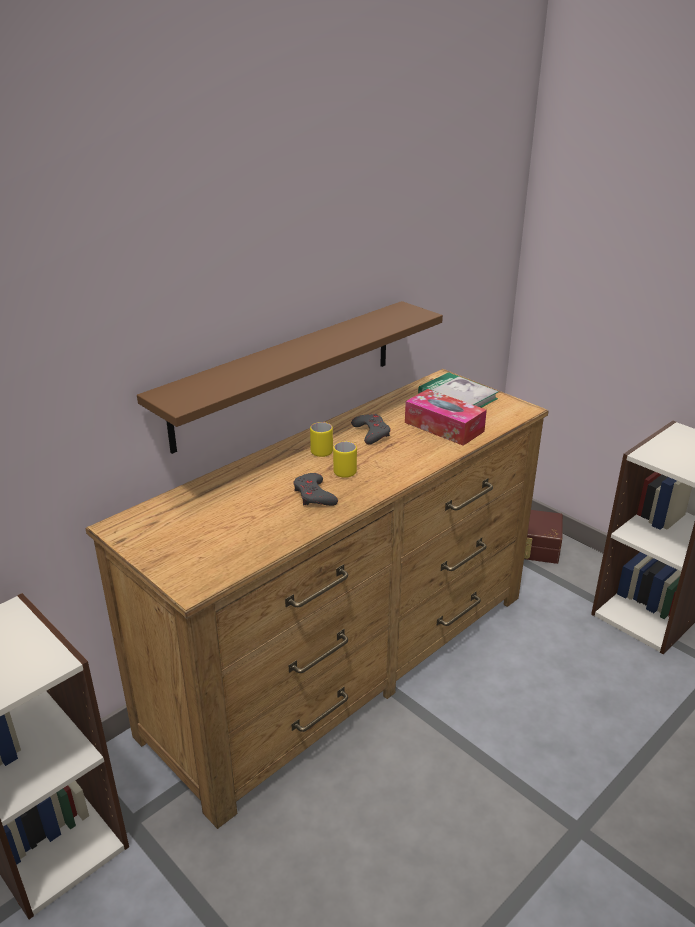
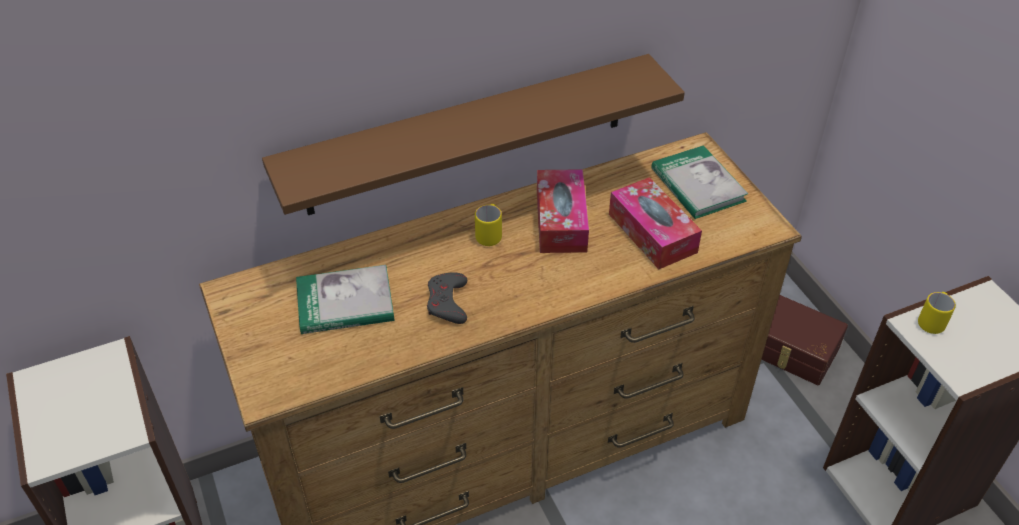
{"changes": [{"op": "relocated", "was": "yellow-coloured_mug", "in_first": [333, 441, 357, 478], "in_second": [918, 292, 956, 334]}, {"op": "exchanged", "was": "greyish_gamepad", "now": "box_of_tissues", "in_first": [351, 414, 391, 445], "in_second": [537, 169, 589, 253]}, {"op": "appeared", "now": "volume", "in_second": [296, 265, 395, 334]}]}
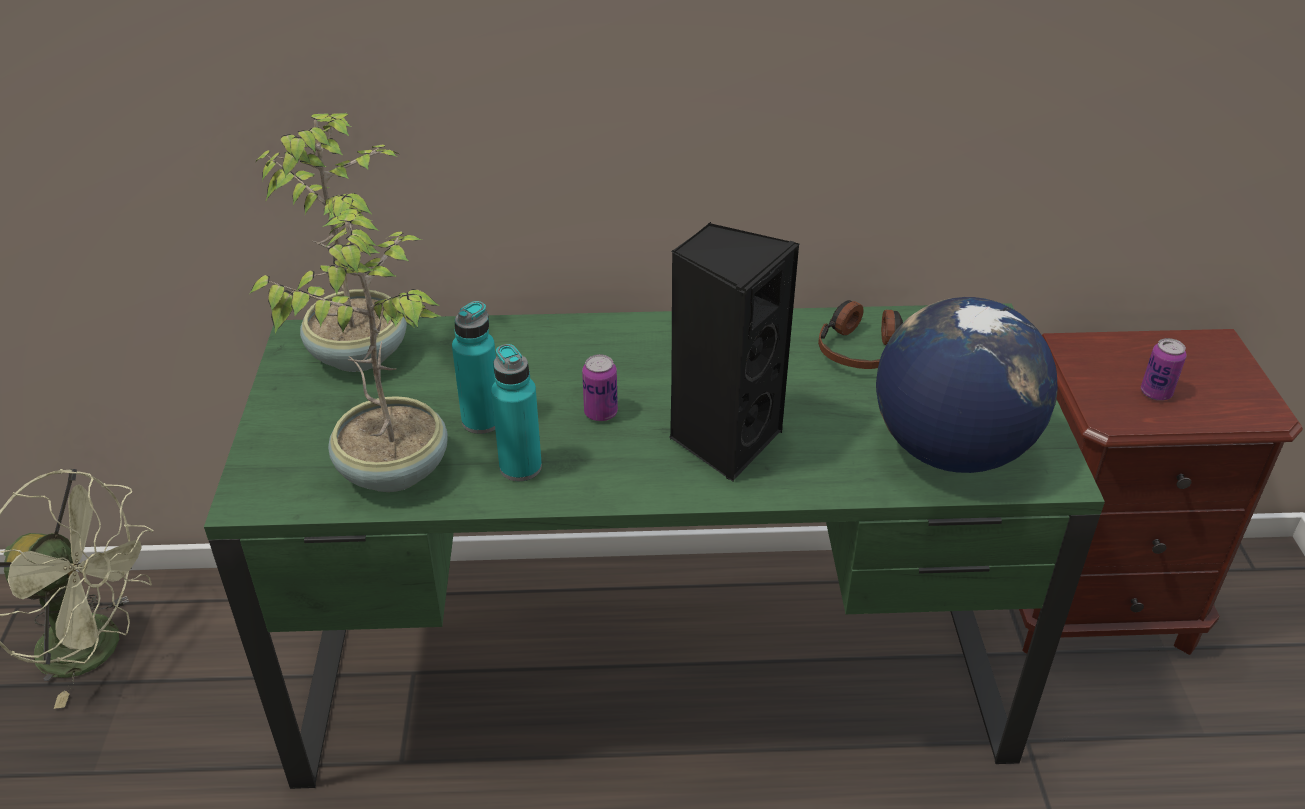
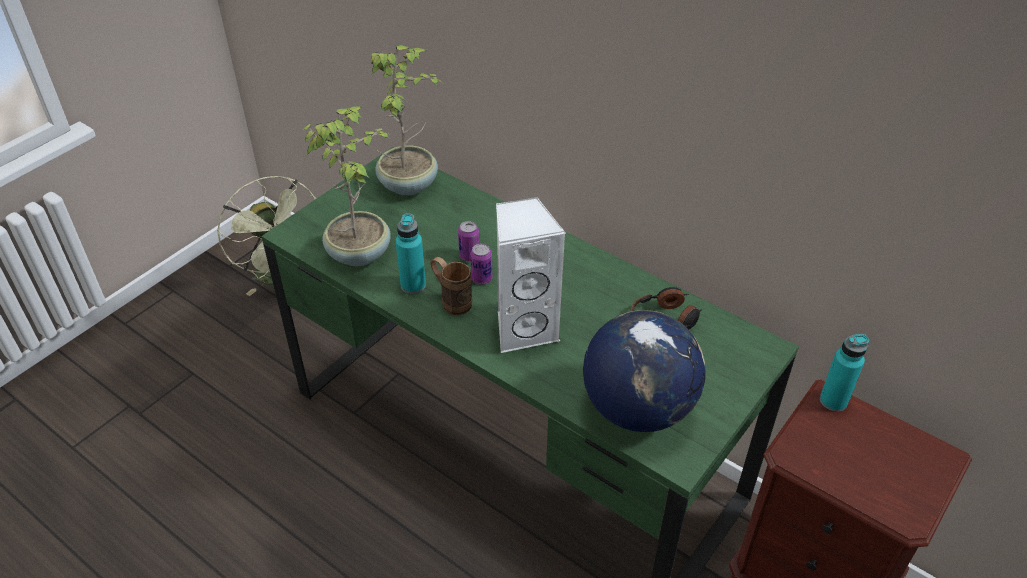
{"changes": [{"op": "relocated", "was": "turquoise_drink_bottle", "in_first": [452, 301, 496, 434], "in_second": [820, 334, 869, 412]}, {"op": "colour", "was": "black_audio_speaker", "now": "whitish_audio_speaker", "in_first": [670, 222, 799, 482], "in_second": [496, 197, 565, 353]}, {"op": "relocated", "was": "sealed_can", "in_first": [1141, 338, 1186, 401], "in_second": [458, 221, 479, 261]}, {"op": "appeared", "now": "brownish_mug", "in_second": [431, 257, 472, 315]}]}
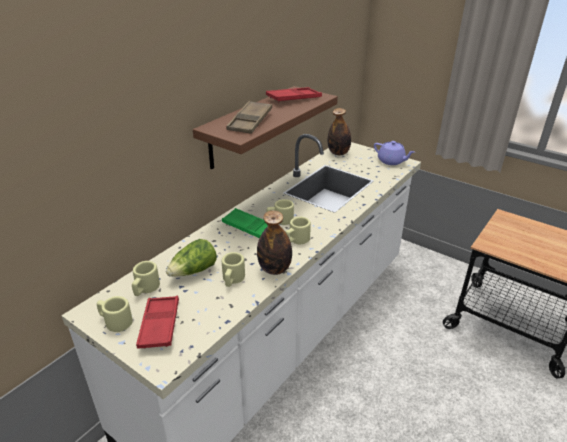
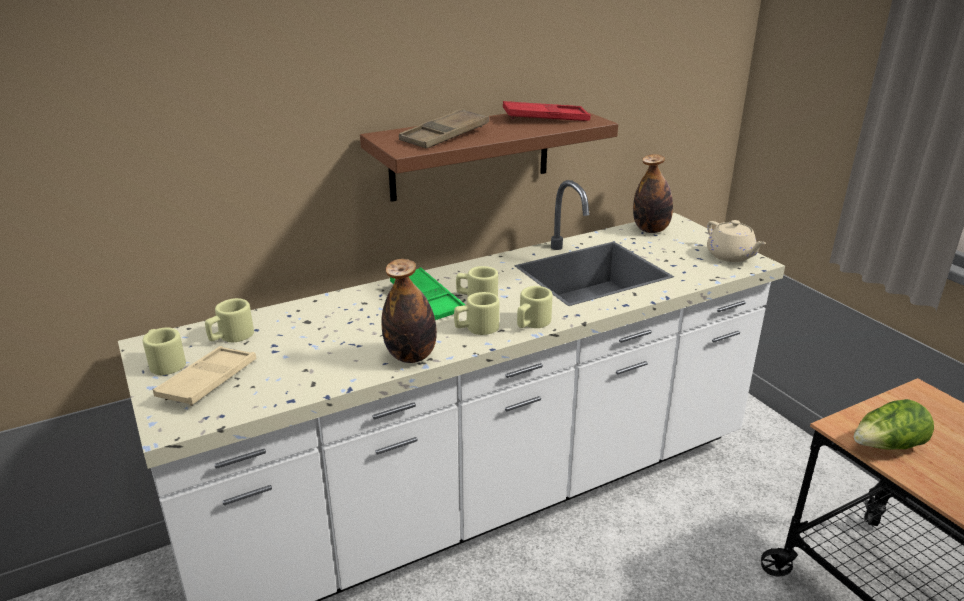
{"changes": [{"op": "colour", "was": "red_carrying_tray", "now": "beige_carrying_tray", "in_first": [136, 296, 179, 349], "in_second": [153, 346, 257, 406]}, {"op": "relocated", "was": "lettuce", "in_first": [166, 239, 217, 277], "in_second": [854, 399, 934, 450]}, {"op": "relocated", "was": "beige_mug", "in_first": [222, 252, 245, 287], "in_second": [517, 286, 552, 328]}, {"op": "colour", "was": "purple-coloured_teapot", "now": "beige_teapot", "in_first": [374, 141, 415, 165], "in_second": [707, 220, 766, 262]}]}
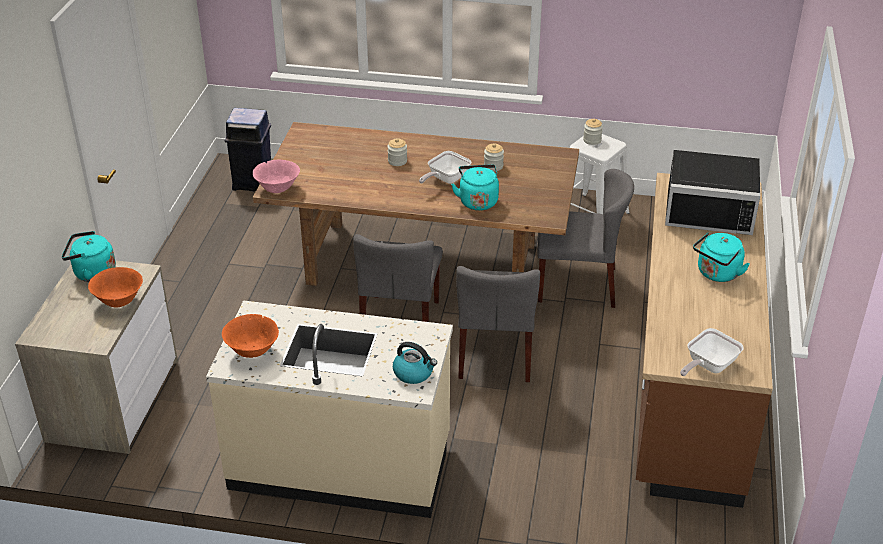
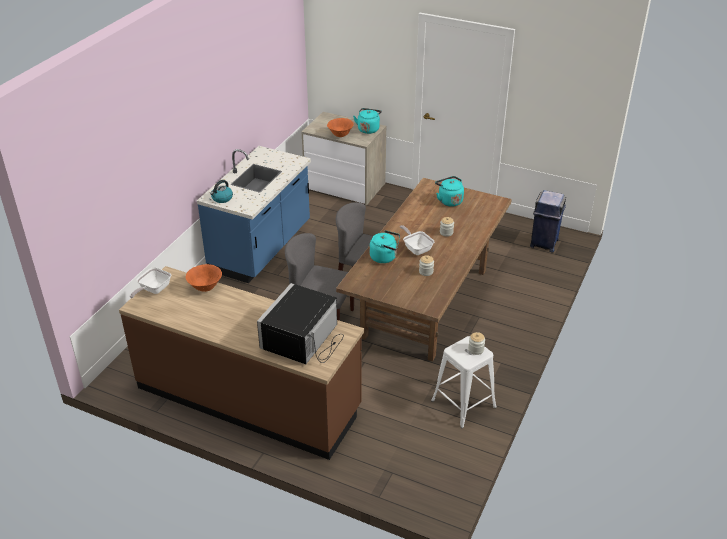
{"changes": [{"op": "colour", "was": "beige_kitchen_counter", "now": "blue_kitchen_counter", "in_first": [206, 300, 453, 518], "in_second": [197, 146, 311, 283]}, {"op": "relocated", "was": "orange_deep_dish", "in_first": [222, 314, 279, 358], "in_second": [186, 264, 222, 292]}, {"op": "missing", "was": "pink_deep_dish", "in_first": [253, 160, 300, 193]}, {"op": "missing", "was": "greyish_upright_chair", "in_first": [537, 169, 634, 308]}, {"op": "spun", "was": "pan", "in_first": [680, 328, 744, 376], "in_second": [130, 267, 171, 298], "clockwise": -120}, {"op": "relocated", "was": "turquoise_water_kettle", "in_first": [693, 232, 750, 282], "in_second": [435, 176, 464, 207]}]}
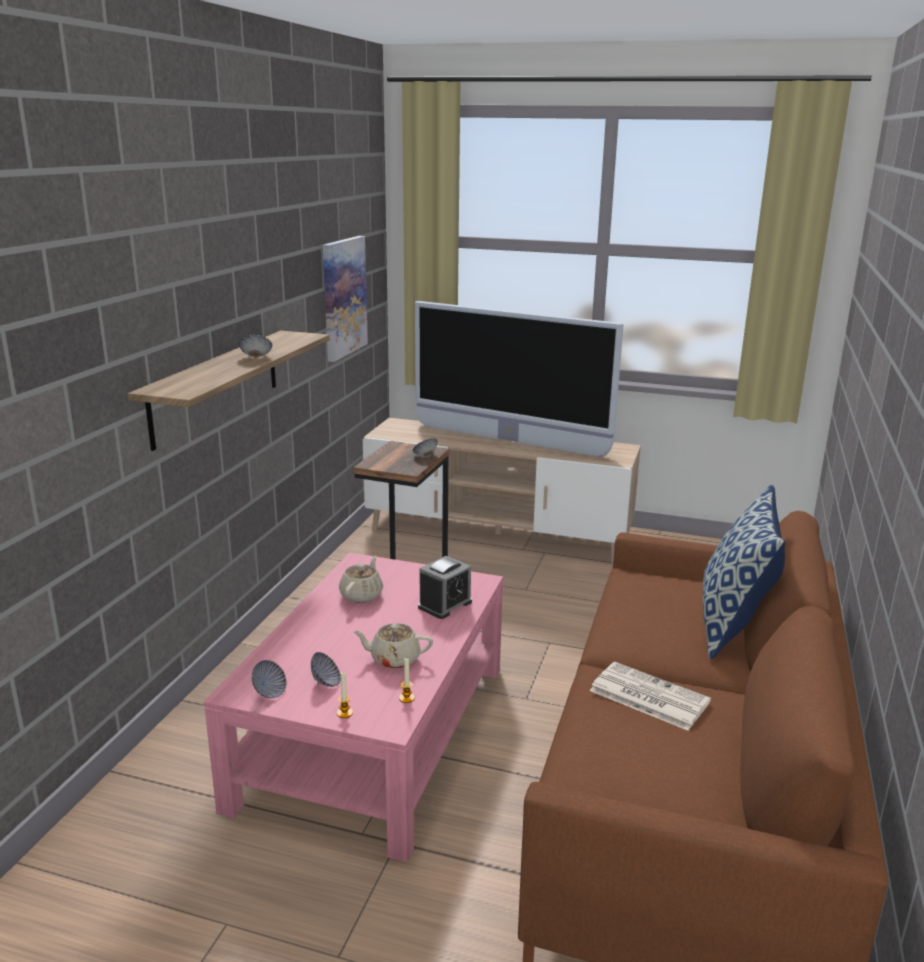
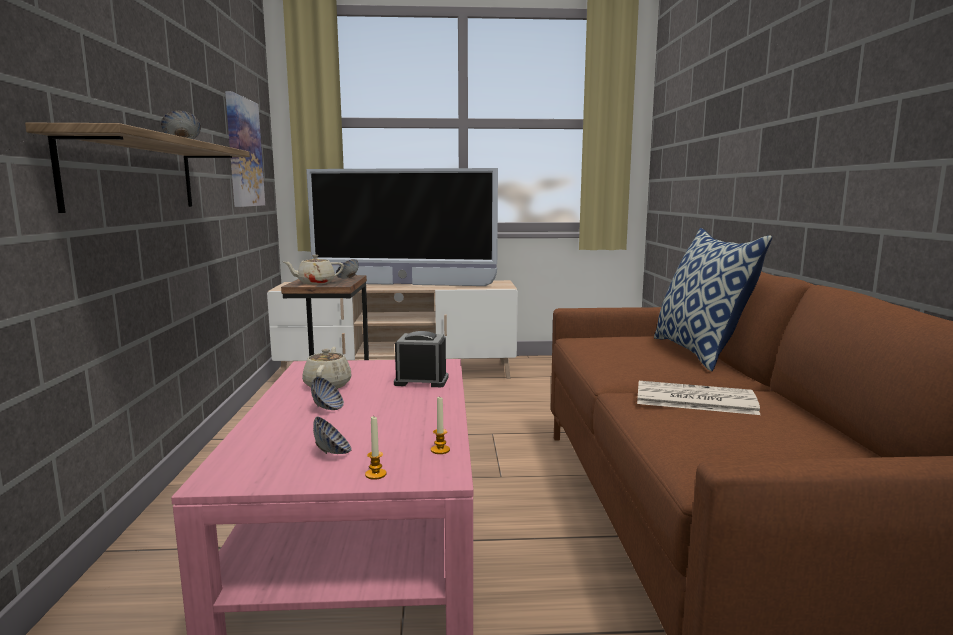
{"changes": [{"op": "relocated", "was": "deep_dish", "in_first": [252, 660, 287, 698], "in_second": [311, 377, 344, 410]}, {"op": "relocated", "was": "beige_teapot", "in_first": [352, 623, 433, 669], "in_second": [284, 255, 344, 285]}, {"op": "spun", "was": "bedside_clock", "in_first": [418, 556, 472, 619], "in_second": [394, 331, 448, 387], "clockwise": -105}]}
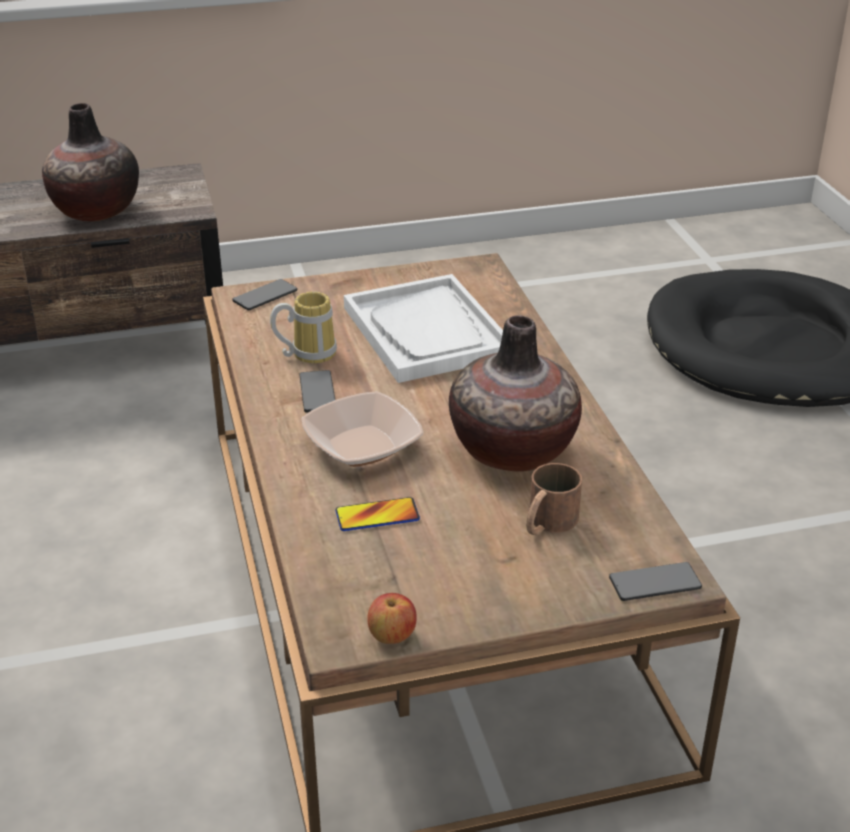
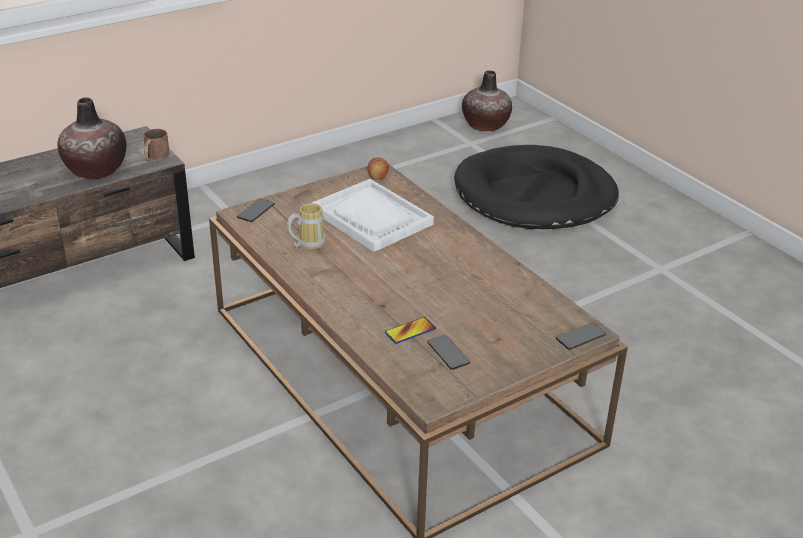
{"changes": [{"op": "relocated", "was": "telephone", "in_first": [299, 370, 335, 413], "in_second": [427, 335, 470, 370]}, {"op": "missing", "was": "deep_dish", "in_first": [302, 392, 423, 467]}, {"op": "relocated", "was": "whole_apple", "in_first": [367, 593, 417, 644], "in_second": [368, 157, 389, 180]}, {"op": "relocated", "was": "decorative_vase", "in_first": [449, 315, 582, 472], "in_second": [462, 70, 512, 131]}, {"op": "relocated", "was": "brownish_mug", "in_first": [526, 463, 582, 535], "in_second": [143, 129, 170, 161]}]}
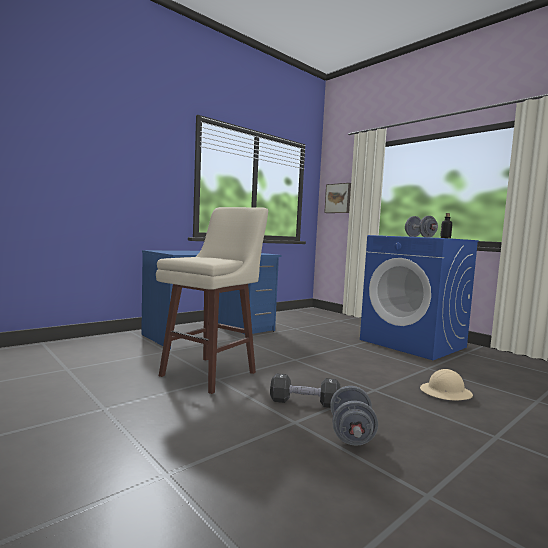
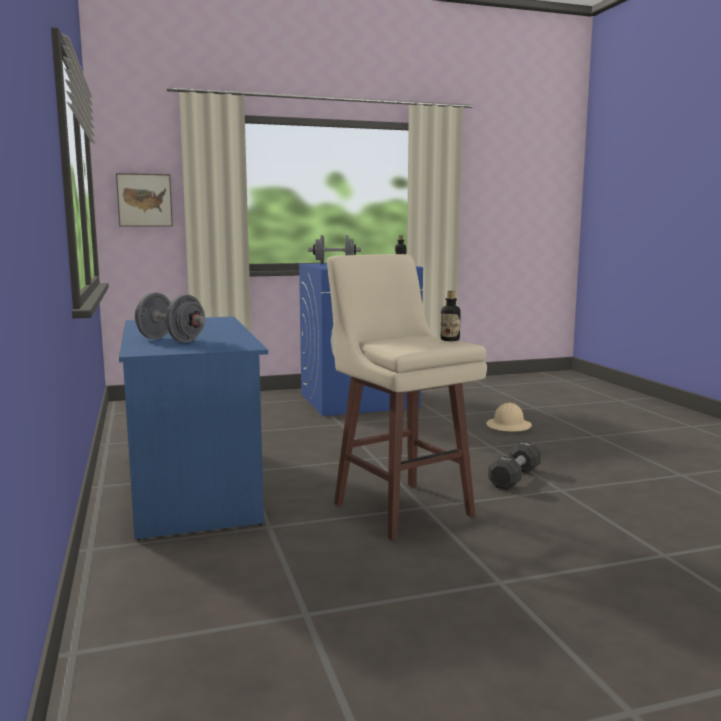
{"changes": [{"op": "relocated", "was": "greyish_free_weight", "in_first": [330, 386, 378, 446], "in_second": [135, 293, 206, 343]}, {"op": "appeared", "now": "drink_bottle", "in_second": [441, 291, 461, 341]}]}
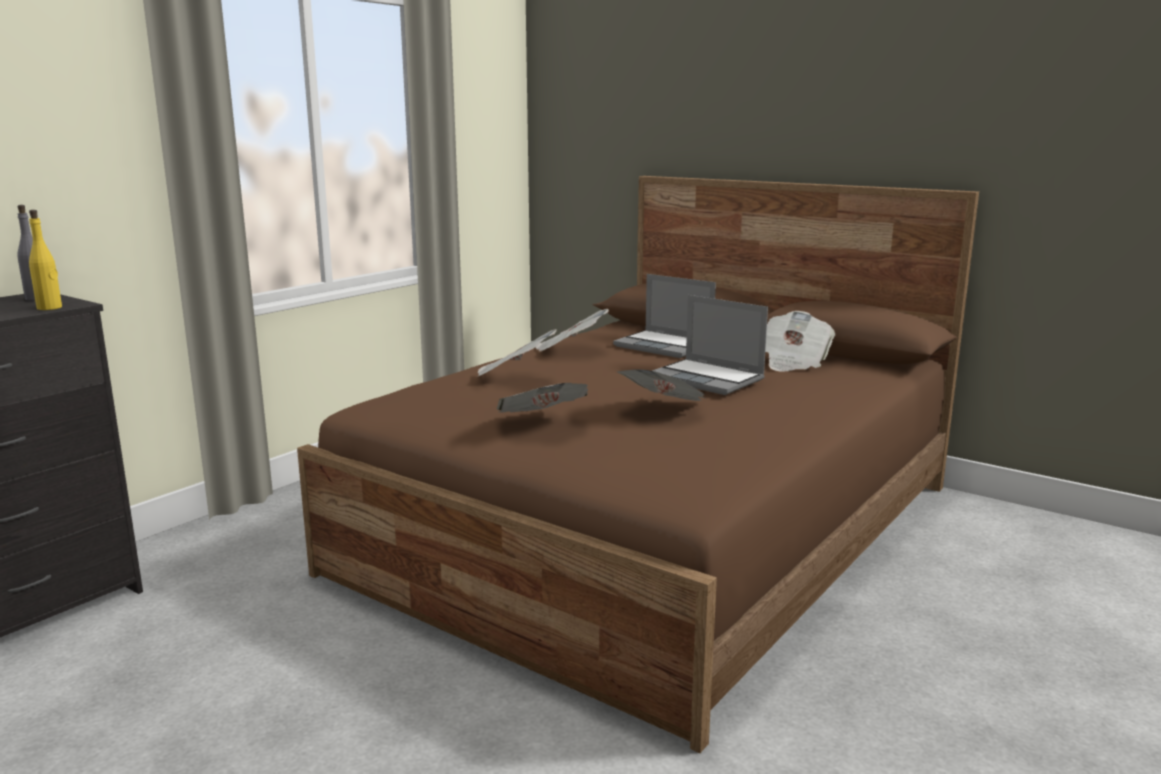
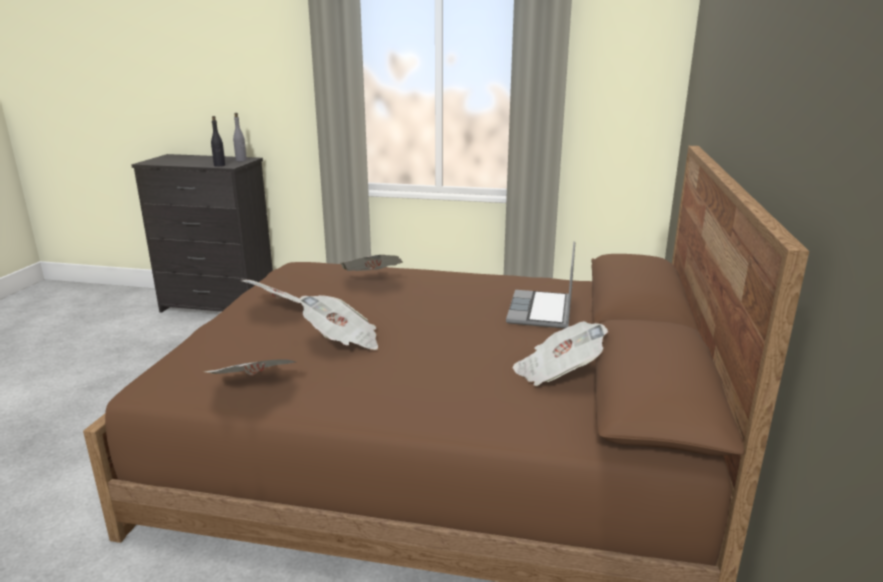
{"changes": [{"op": "colour", "was": "yellow-coloured_drink_bottle", "now": "black_drink_bottle", "in_first": [29, 210, 62, 310], "in_second": [211, 116, 226, 167]}, {"op": "relocated", "was": "daily_paper", "in_first": [536, 309, 609, 352], "in_second": [205, 359, 296, 376]}, {"op": "missing", "was": "laptop", "in_first": [652, 295, 768, 395]}]}
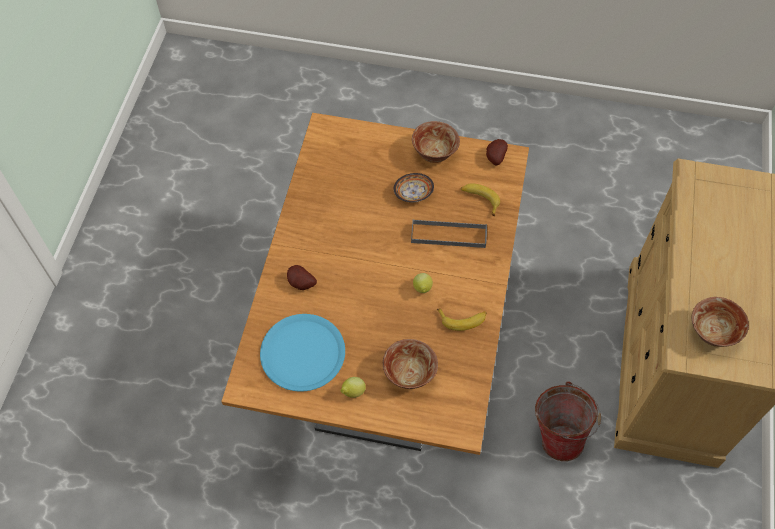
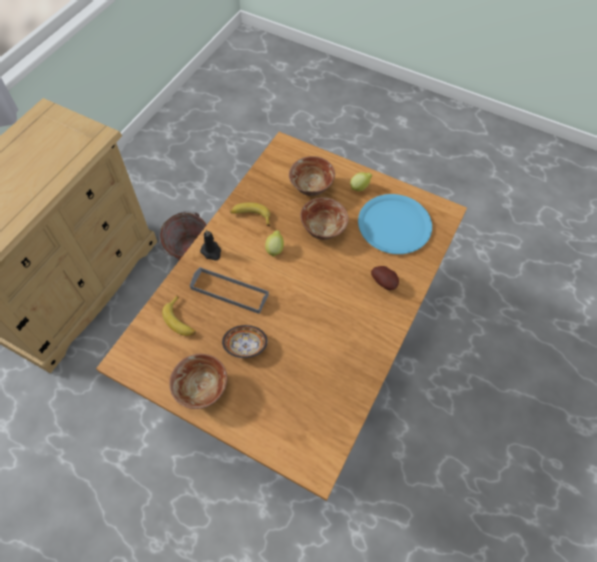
{"changes": [{"op": "missing", "was": "potato", "in_first": [486, 139, 508, 165]}, {"op": "relocated", "was": "deep_dish", "in_first": [692, 297, 749, 347], "in_second": [300, 197, 349, 240]}, {"op": "appeared", "now": "black_wax_light", "in_second": [200, 229, 221, 261]}]}
